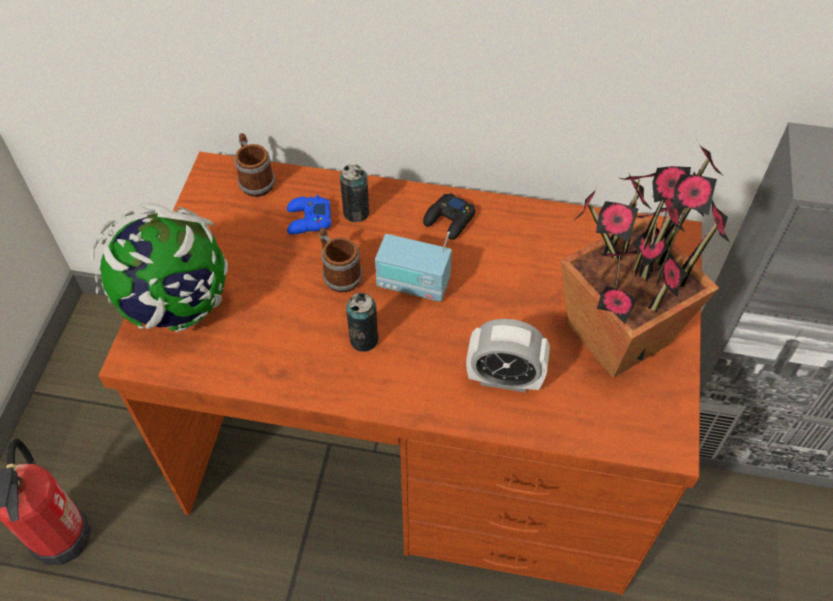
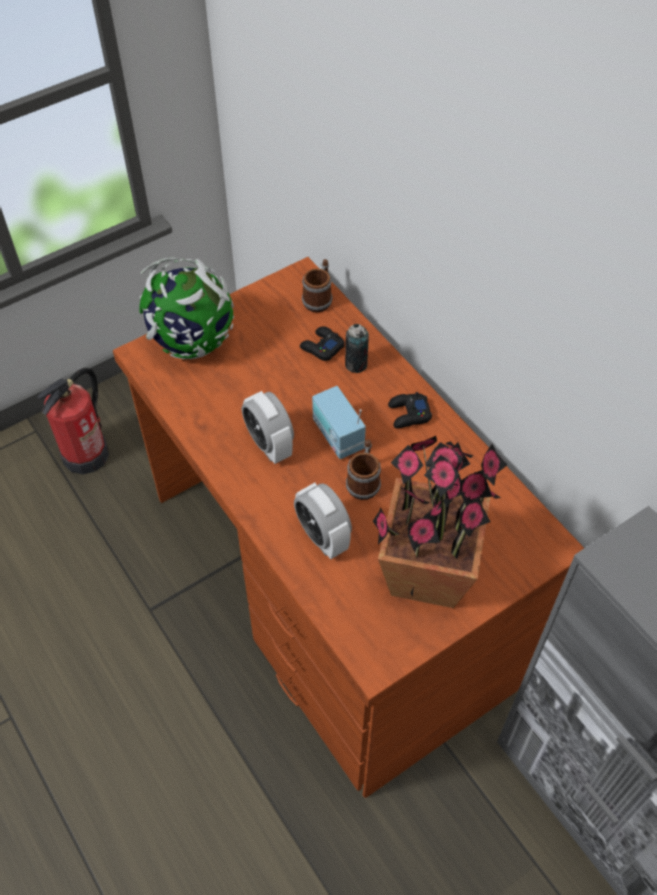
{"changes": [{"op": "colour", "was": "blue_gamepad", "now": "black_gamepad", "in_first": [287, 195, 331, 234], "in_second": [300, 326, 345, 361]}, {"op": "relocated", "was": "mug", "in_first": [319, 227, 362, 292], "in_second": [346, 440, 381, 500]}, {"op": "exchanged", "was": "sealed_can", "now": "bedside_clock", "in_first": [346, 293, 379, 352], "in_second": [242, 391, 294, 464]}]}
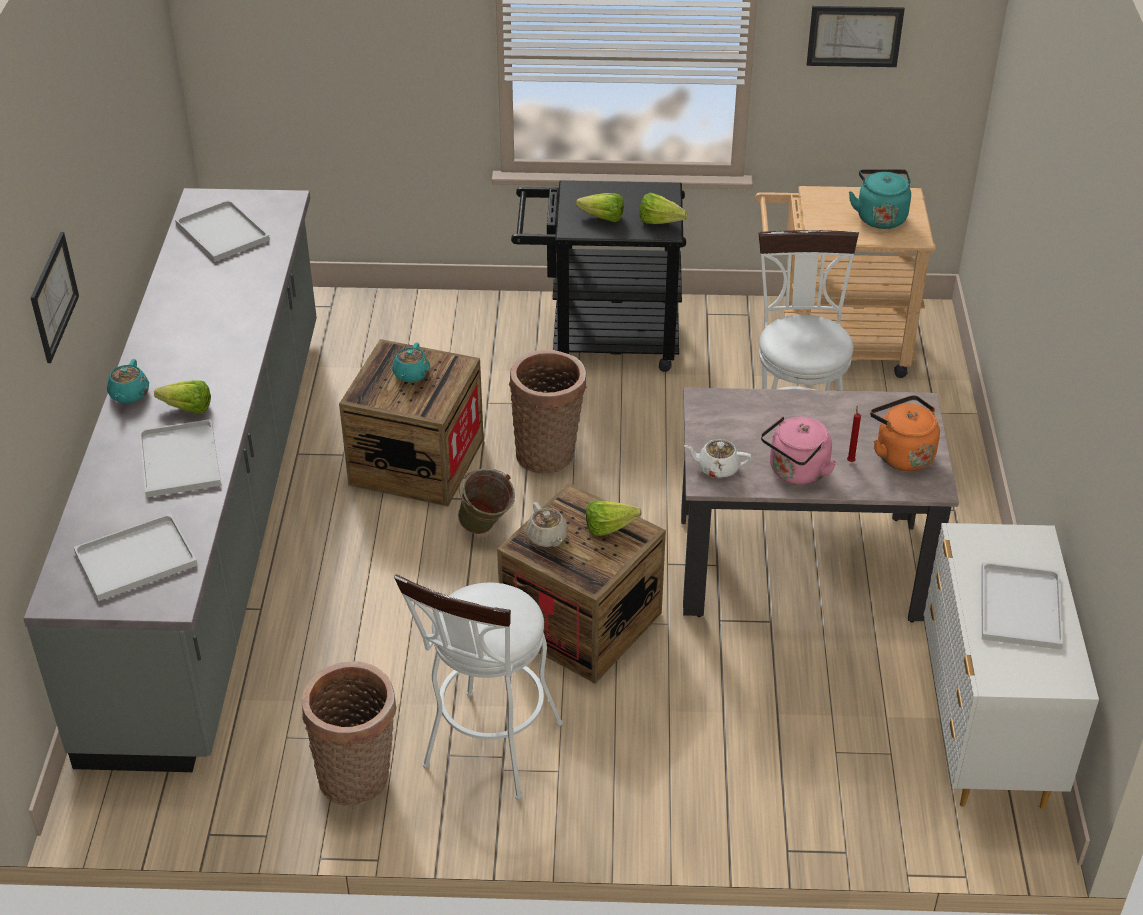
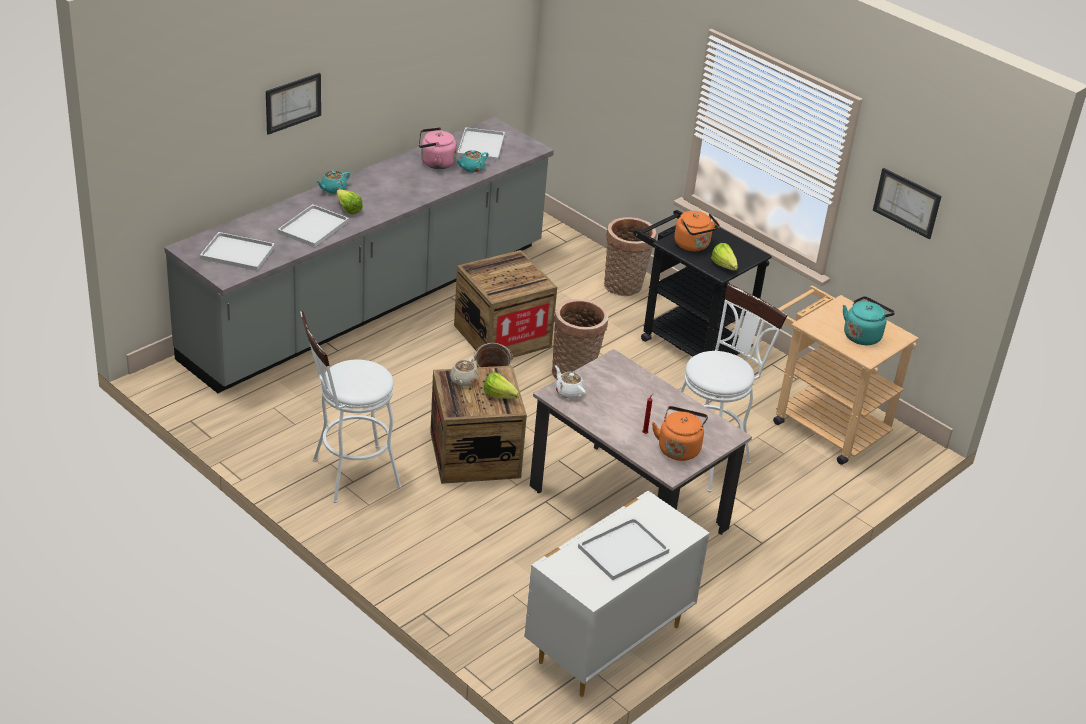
{"changes": [{"op": "relocated", "was": "storage_basket", "in_first": [301, 661, 397, 805], "in_second": [604, 217, 657, 296]}, {"op": "relocated", "was": "turquoise_teapot", "in_first": [392, 342, 430, 382], "in_second": [456, 150, 489, 172]}, {"op": "exchanged", "was": "lettuce", "now": "orange_water_kettle", "in_first": [576, 193, 624, 222], "in_second": [674, 211, 720, 251]}, {"op": "relocated", "was": "pink_water_kettle", "in_first": [761, 416, 837, 485], "in_second": [419, 127, 457, 169]}]}
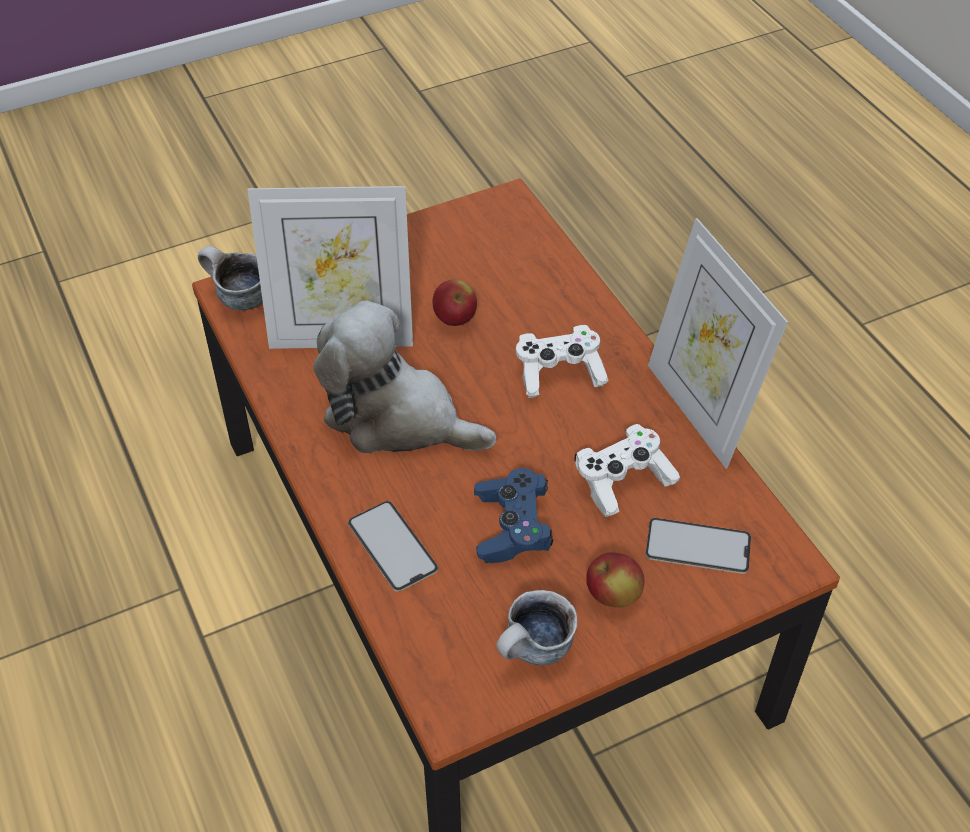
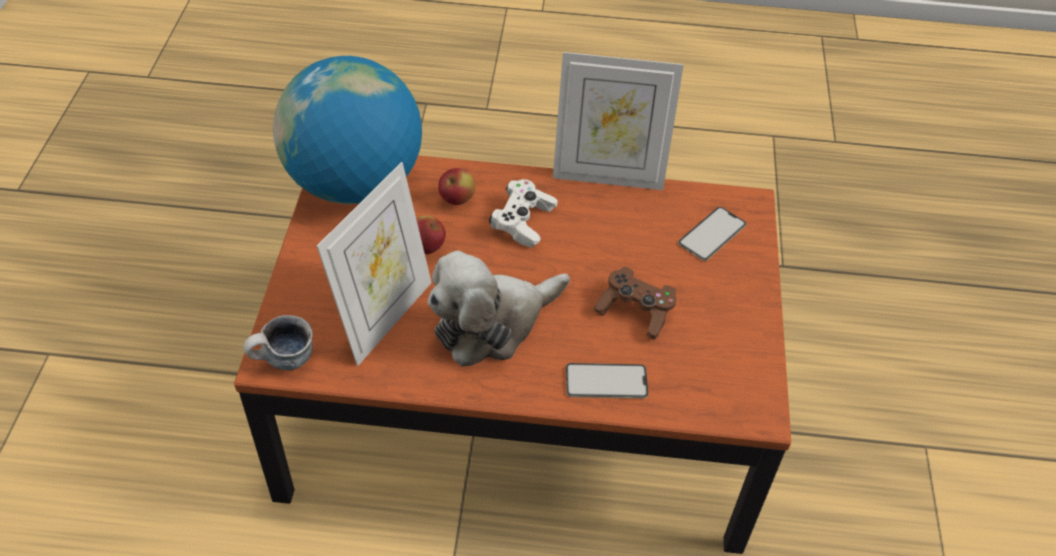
{"changes": [{"op": "colour", "was": "blue_gamepad", "now": "brownish_gamepad", "in_first": [474, 468, 554, 563], "in_second": [594, 267, 677, 339]}, {"op": "missing", "was": "mug", "in_first": [496, 590, 577, 665]}, {"op": "missing", "was": "whitish_gamepad", "in_first": [574, 424, 680, 517]}, {"op": "relocated", "was": "whole_apple", "in_first": [586, 553, 644, 607], "in_second": [438, 168, 476, 205]}, {"op": "appeared", "now": "world_globe", "in_second": [273, 56, 422, 204]}]}
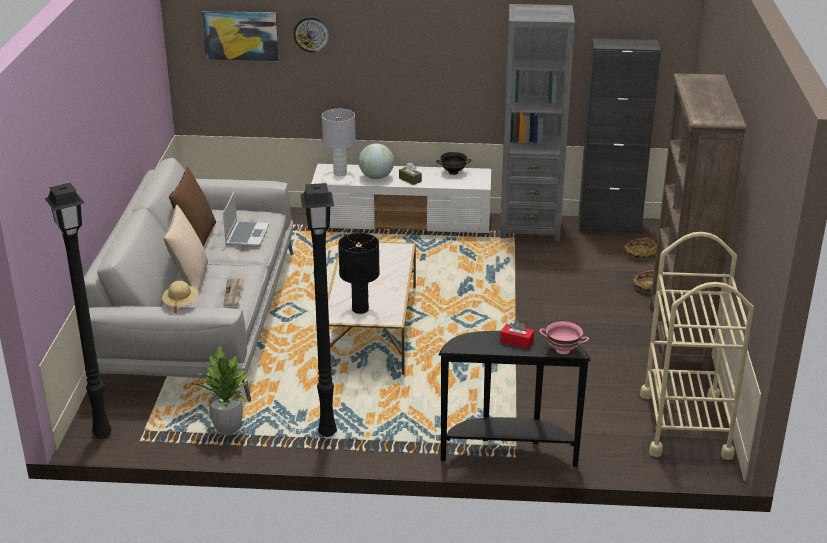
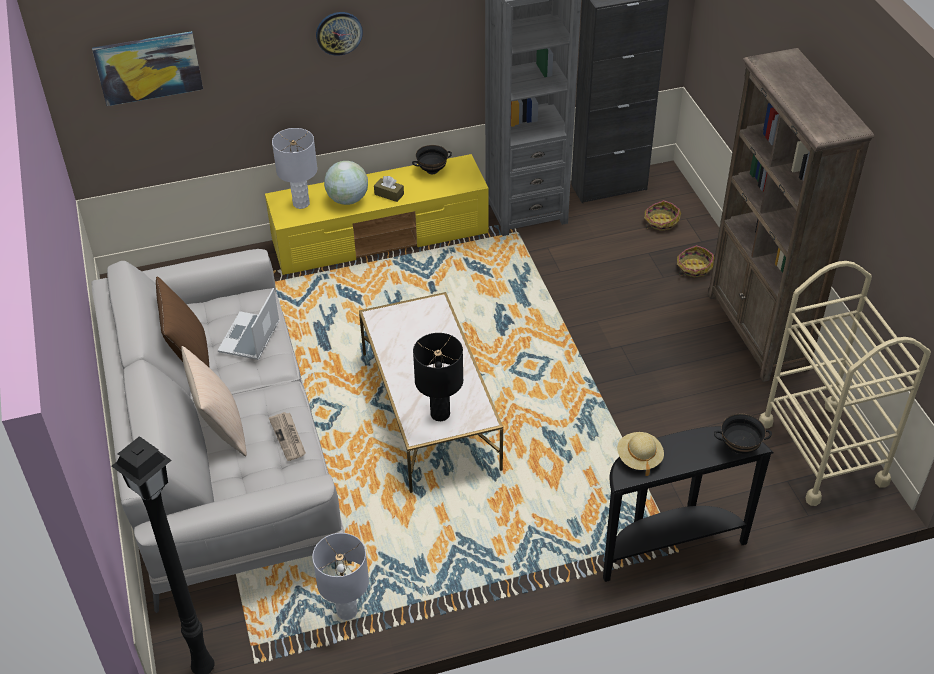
{"changes": [{"op": "relocated", "was": "beige_clothing_hat", "in_first": [162, 281, 199, 313], "in_second": [617, 432, 664, 476]}, {"op": "exchanged", "was": "potted_plant", "now": "greyish_table_lamp", "in_first": [190, 346, 248, 435], "in_second": [312, 533, 369, 620]}, {"op": "spun", "was": "laptop", "in_first": [223, 191, 269, 247], "in_second": [217, 288, 280, 360], "clockwise": -150}, {"op": "relocated", "was": "clock_on_the_wall", "in_first": [293, 16, 330, 53], "in_second": [316, 12, 363, 56]}, {"op": "missing", "was": "black_floor_lamp", "in_first": [301, 183, 337, 437]}, {"op": "colour", "was": "whitish_tv_unit", "now": "yellow-coloured_tv_unit", "in_first": [311, 164, 491, 235], "in_second": [265, 154, 488, 275]}, {"op": "missing", "was": "red_box_of_tissues", "in_first": [500, 320, 534, 349]}, {"op": "colour", "was": "pink_deep_dish", "now": "black_deep_dish", "in_first": [540, 320, 589, 354], "in_second": [714, 414, 772, 454]}]}
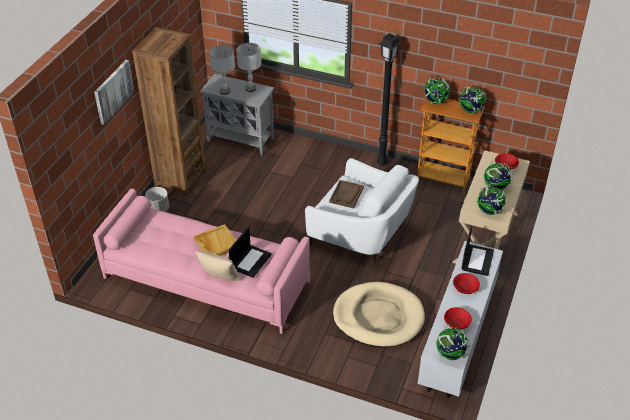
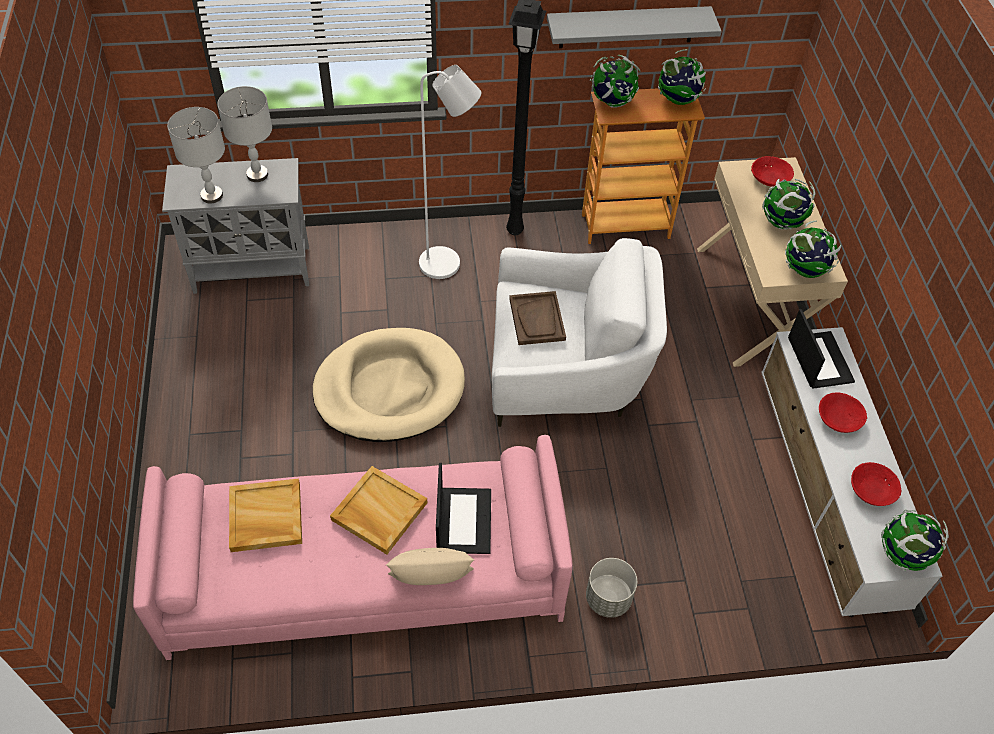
{"changes": [{"op": "missing", "was": "wall_art", "in_first": [94, 60, 135, 125]}, {"op": "missing", "was": "brownish_bookcase", "in_first": [132, 27, 206, 196]}, {"op": "relocated", "was": "greyish_planter", "in_first": [145, 187, 169, 212], "in_second": [586, 558, 637, 618]}, {"op": "relocated", "was": "beige_pet_bed", "in_first": [333, 282, 425, 348], "in_second": [313, 328, 465, 442]}, {"op": "appeared", "now": "beige_carrying_tray", "in_second": [229, 478, 302, 552]}, {"op": "appeared", "now": "whitish_floor_lamp", "in_second": [419, 65, 481, 279]}, {"op": "appeared", "now": "greyish_bracket_shelf", "in_second": [547, 6, 722, 48]}]}
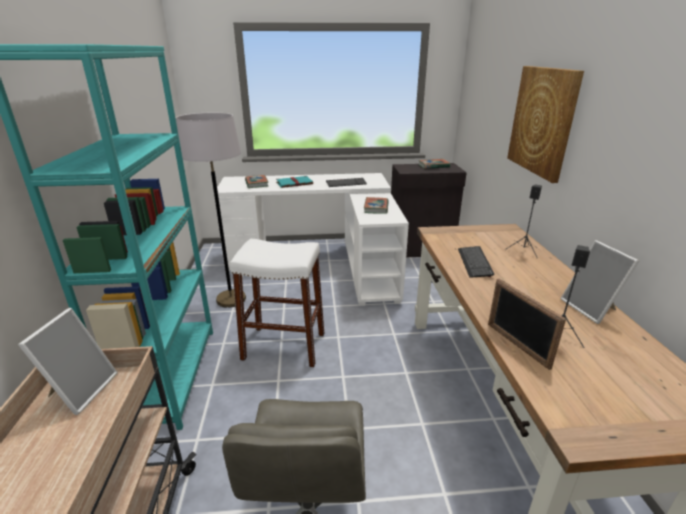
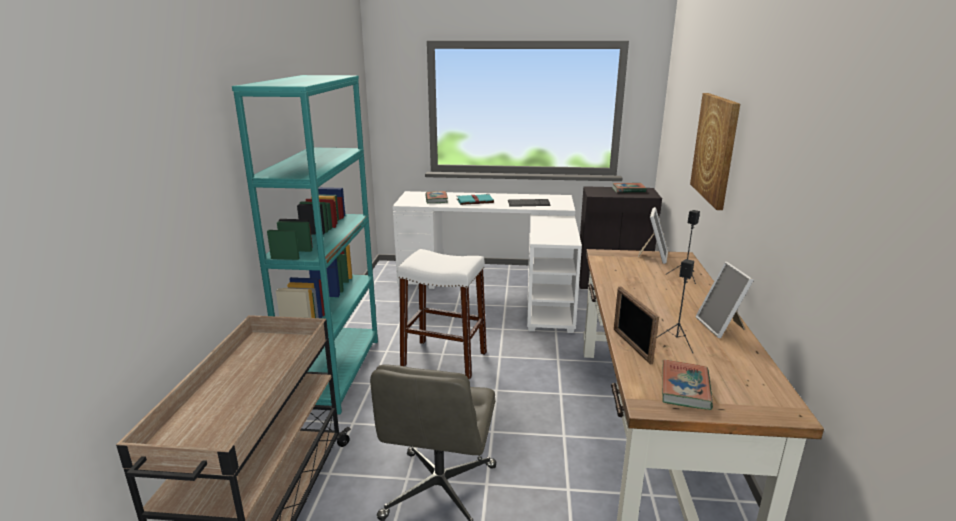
{"changes": [{"op": "relocated", "was": "photo_frame", "in_first": [18, 308, 118, 415], "in_second": [638, 207, 668, 264]}, {"op": "missing", "was": "greyish_floor_lamp", "in_first": [176, 113, 246, 308]}, {"op": "relocated", "was": "volume", "in_first": [364, 197, 389, 214], "in_second": [662, 360, 713, 410]}, {"op": "missing", "was": "computer_keyboard", "in_first": [458, 246, 494, 278]}]}
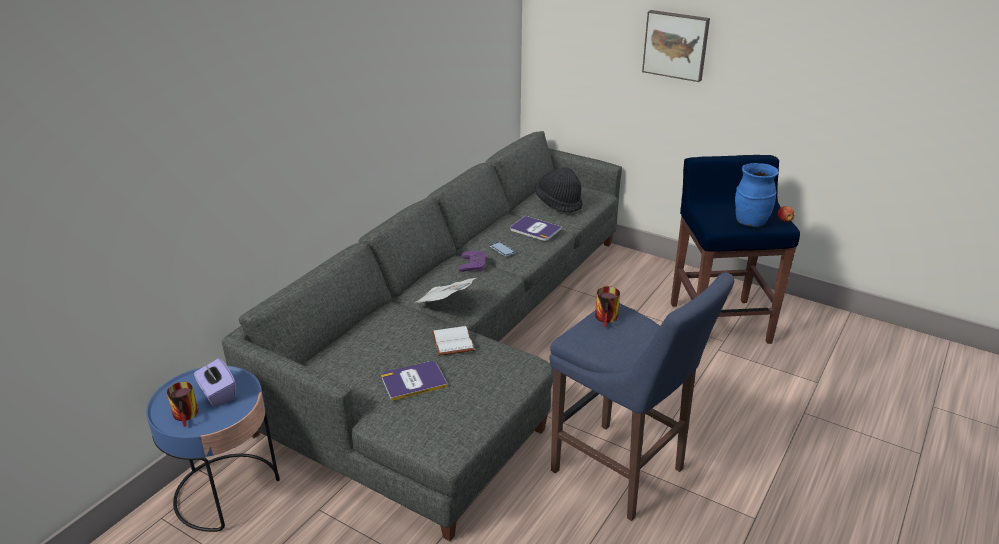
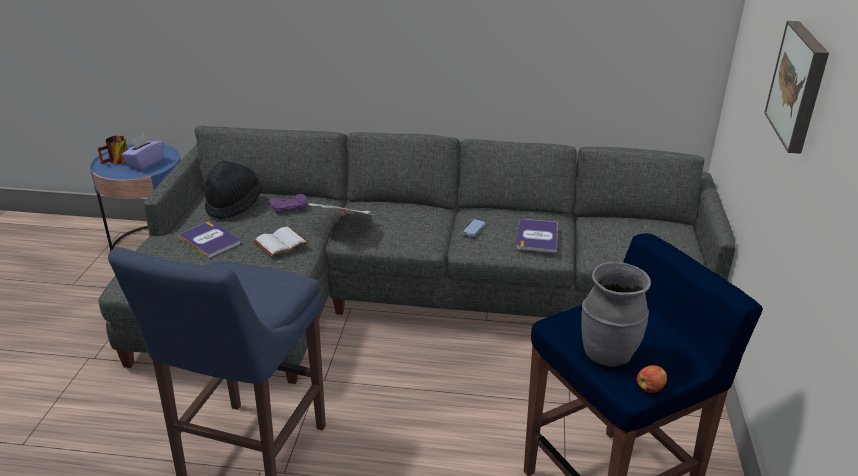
{"changes": [{"op": "relocated", "was": "purple-coloured_gamepad", "in_first": [458, 251, 487, 272], "in_second": [268, 194, 306, 214]}, {"op": "relocated", "was": "black_clothing_hat", "in_first": [536, 167, 583, 213], "in_second": [205, 161, 262, 219]}, {"op": "missing", "was": "mug", "in_first": [595, 286, 620, 327]}, {"op": "colour", "was": "blue_decorative_vase", "now": "greyish_decorative_vase", "in_first": [735, 163, 778, 227], "in_second": [581, 262, 651, 367]}]}
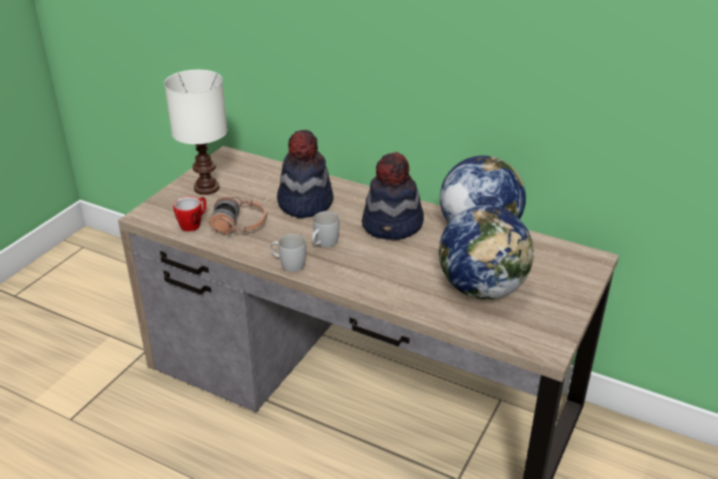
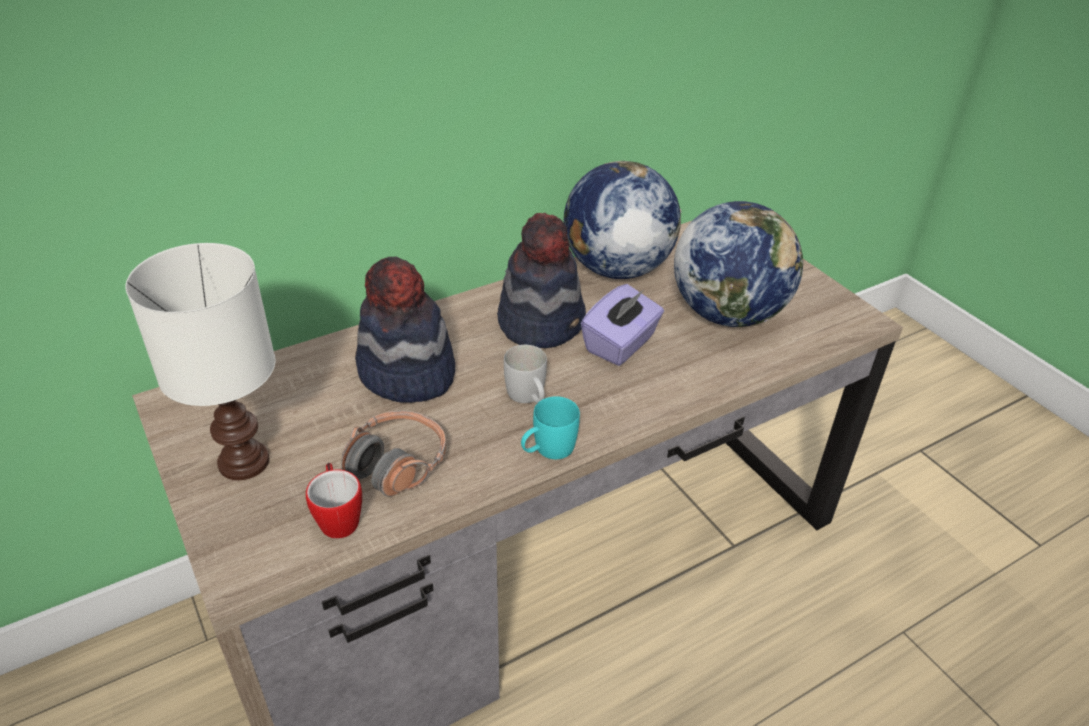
{"changes": [{"op": "colour", "was": "whitish_mug", "now": "turquoise_mug", "in_first": [270, 234, 306, 272], "in_second": [521, 396, 580, 459]}, {"op": "appeared", "now": "purple-coloured_box_of_tissues", "in_second": [581, 284, 664, 366]}]}
